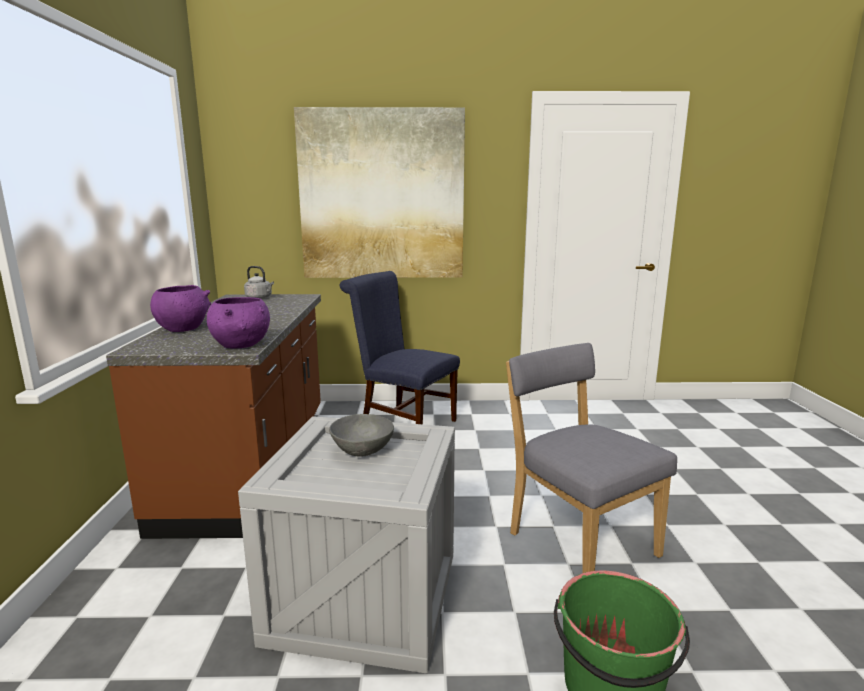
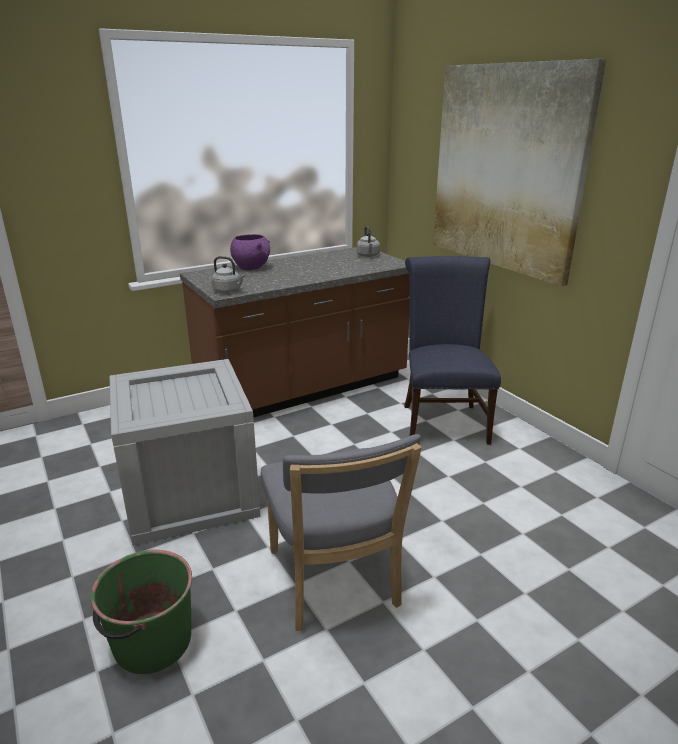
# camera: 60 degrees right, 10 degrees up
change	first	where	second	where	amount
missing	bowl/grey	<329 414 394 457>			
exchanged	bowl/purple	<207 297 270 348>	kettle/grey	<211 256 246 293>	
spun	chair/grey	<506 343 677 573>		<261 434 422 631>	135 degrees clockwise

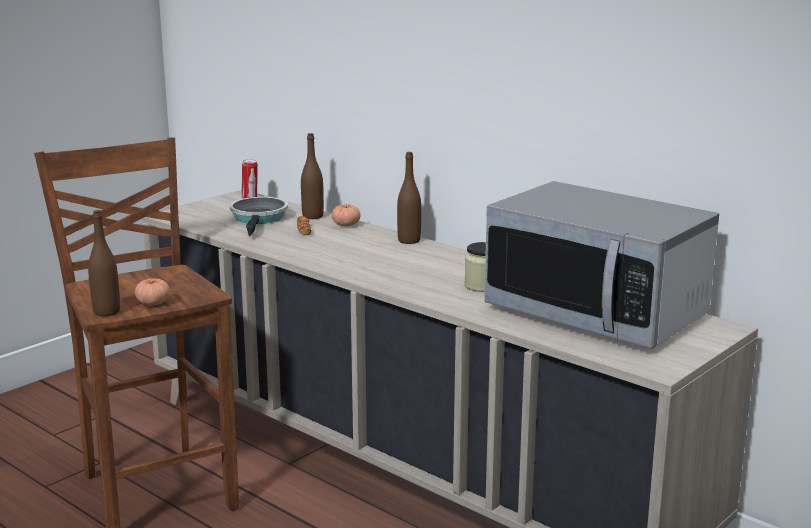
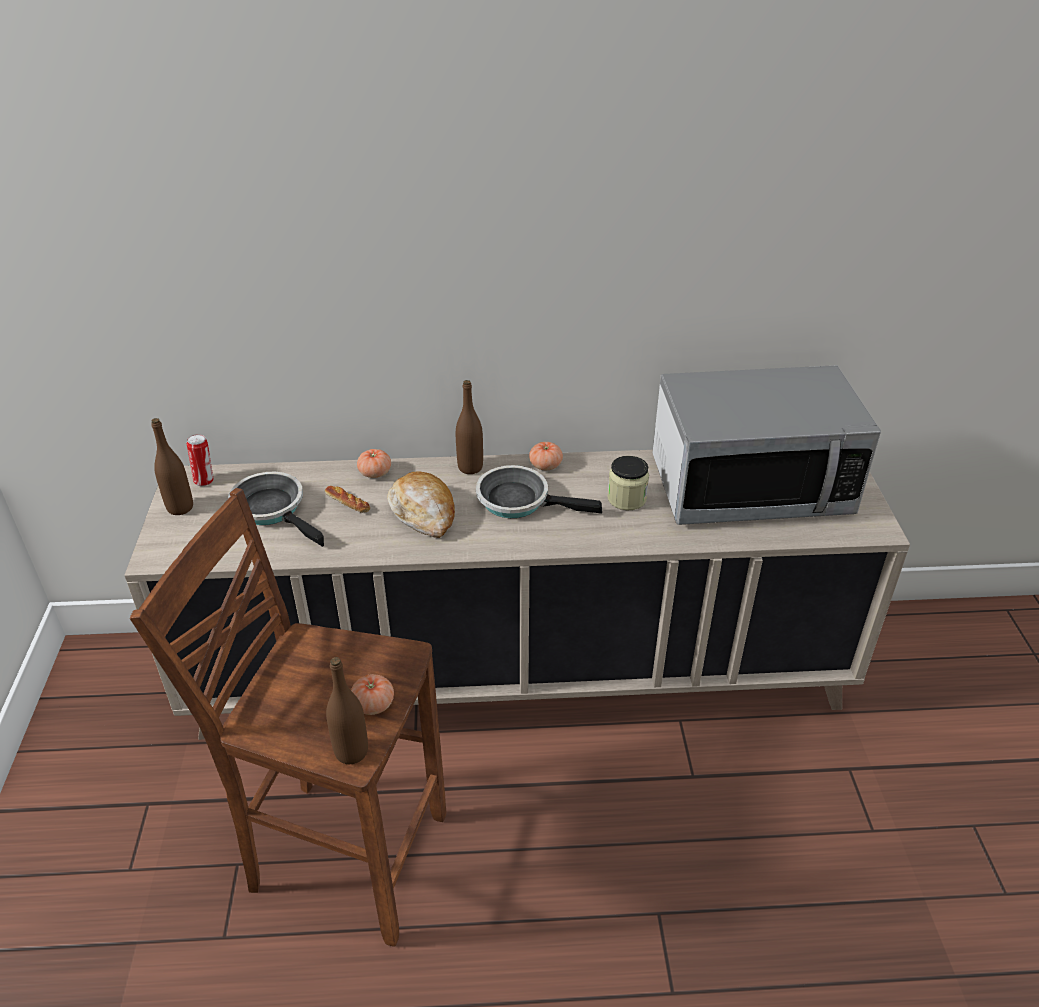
# camera: 45 degrees left, 20 degrees up
change	first	where	second	where	amount
appeared			bread	<387 472 455 538>	
appeared			frying pan	<476 465 602 518>	
appeared			tomato	<529 442 563 470>	
relocated	bottle/brown	<301 133 324 219>		<151 418 193 515>	

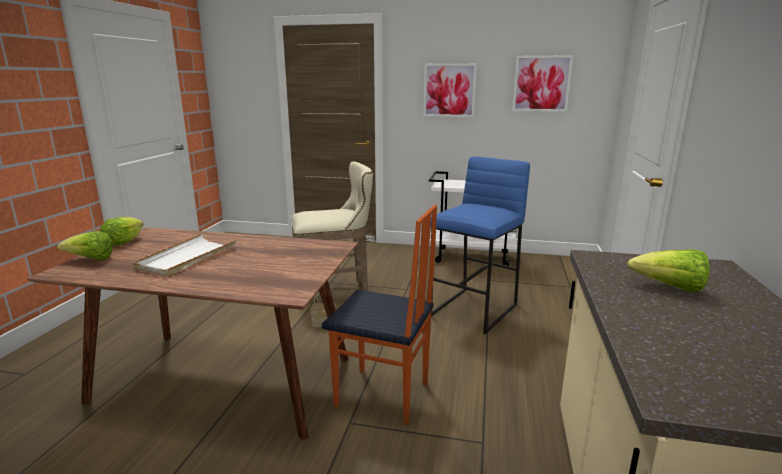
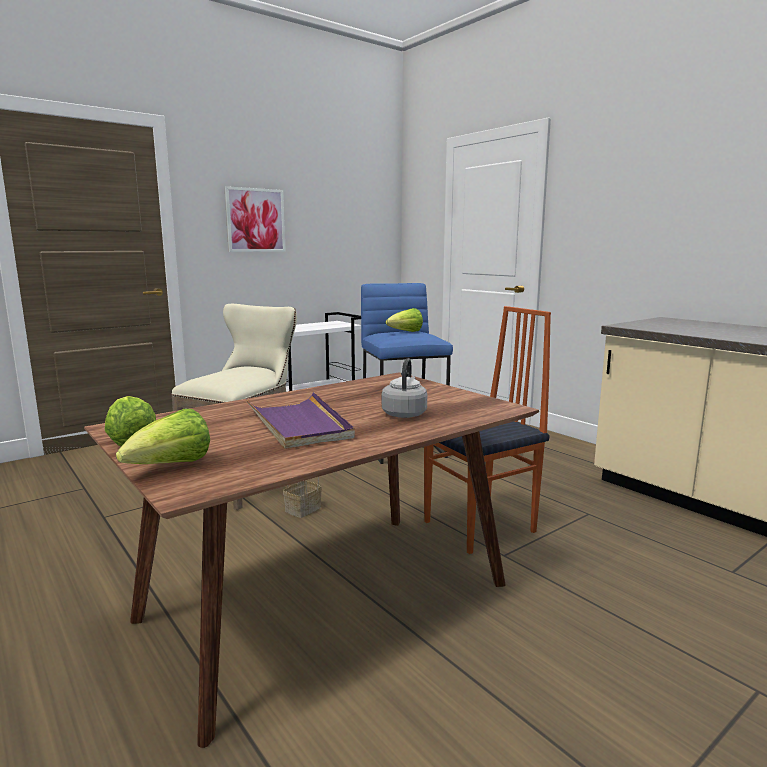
# camera: 50 degrees left, 5 degrees down
change	first	where	second	where	amount
missing	picture	<512 55 573 112>			
appeared			kettle/grey	<382 358 427 418>	
relocated	lettuce	<627 249 710 293>		<386 308 423 332>	
colour	tray/white	<132 234 237 276>	tray/purple	<246 392 355 449>	

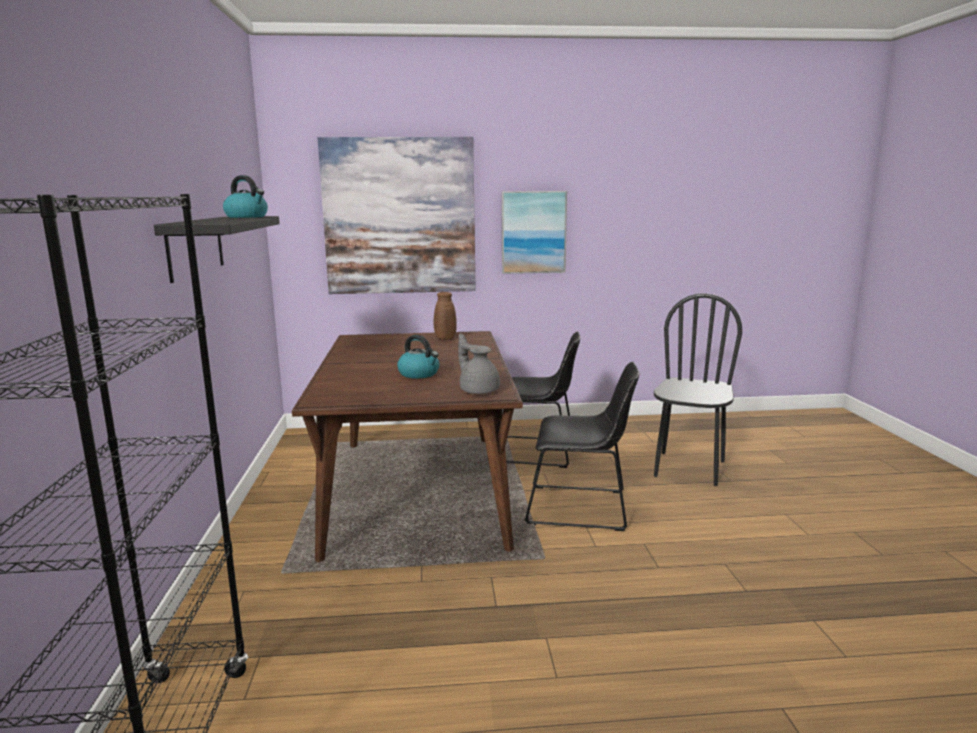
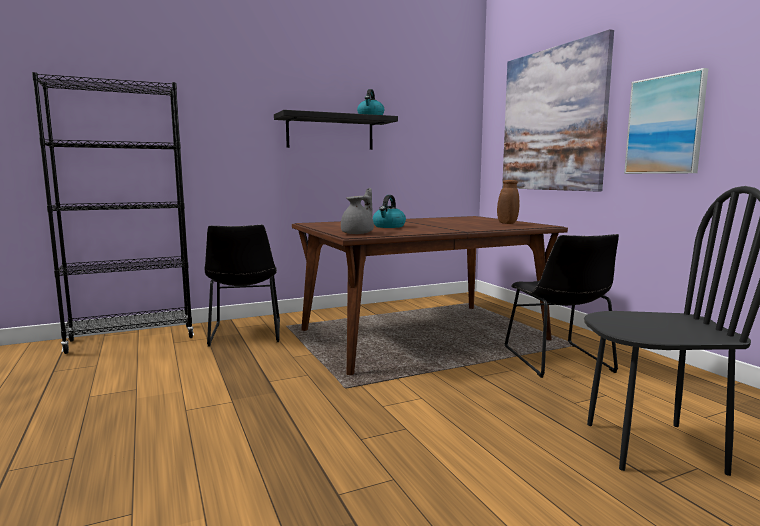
# camera: 70 degrees right, 5 degrees down
change	first	where	second	where	amount
relocated	chair/black	<525 362 639 531>		<205 225 280 347>	

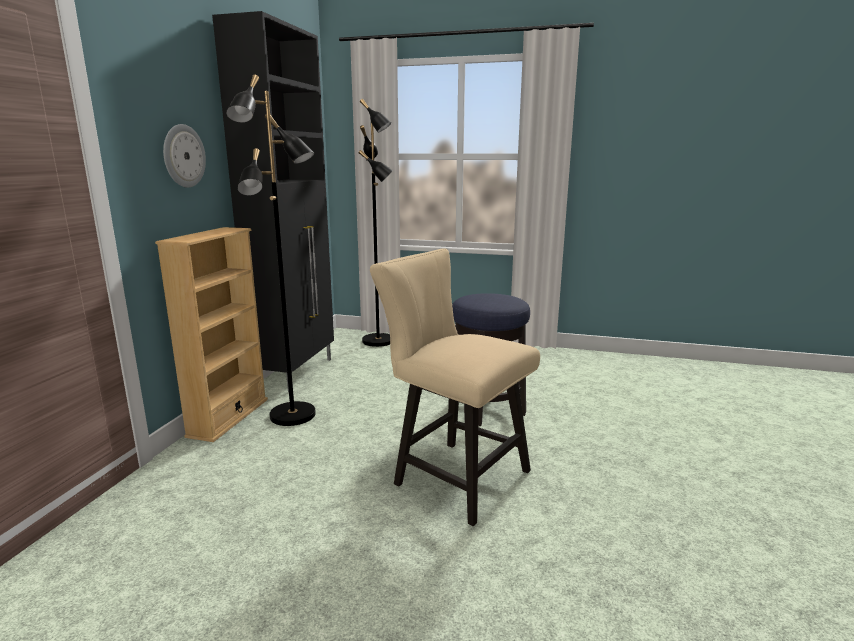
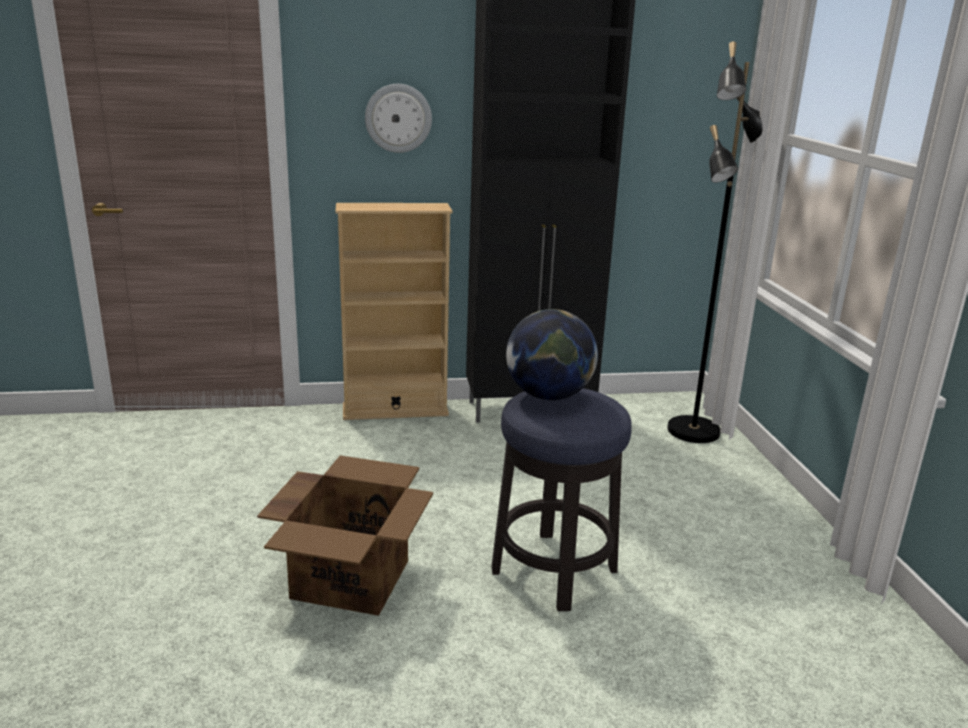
# camera: 65 degrees right, 5 degrees up
change	first	where	second	where	amount
missing	floor lamp/black	<226 74 316 426>			
appeared			globe	<506 309 598 400>	
exchanged	chair/beige	<370 248 540 526>	cardboard box	<257 455 433 616>	

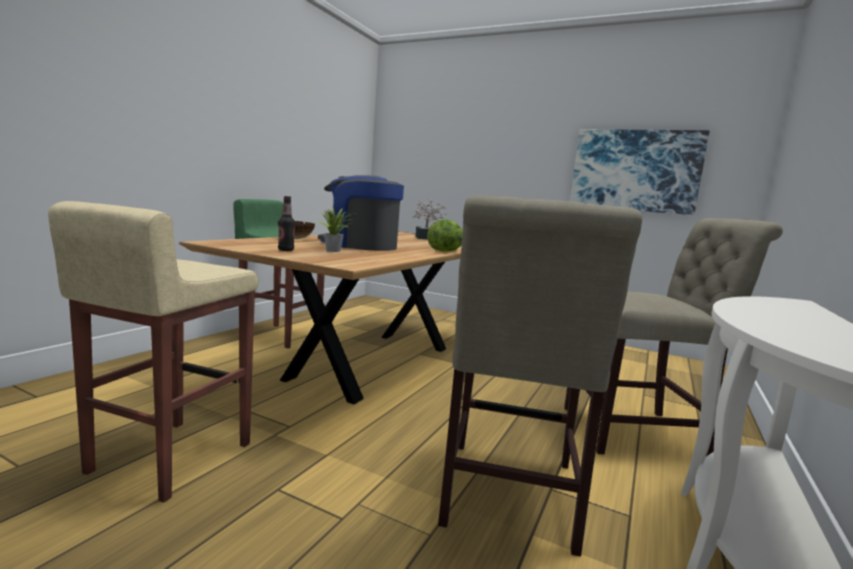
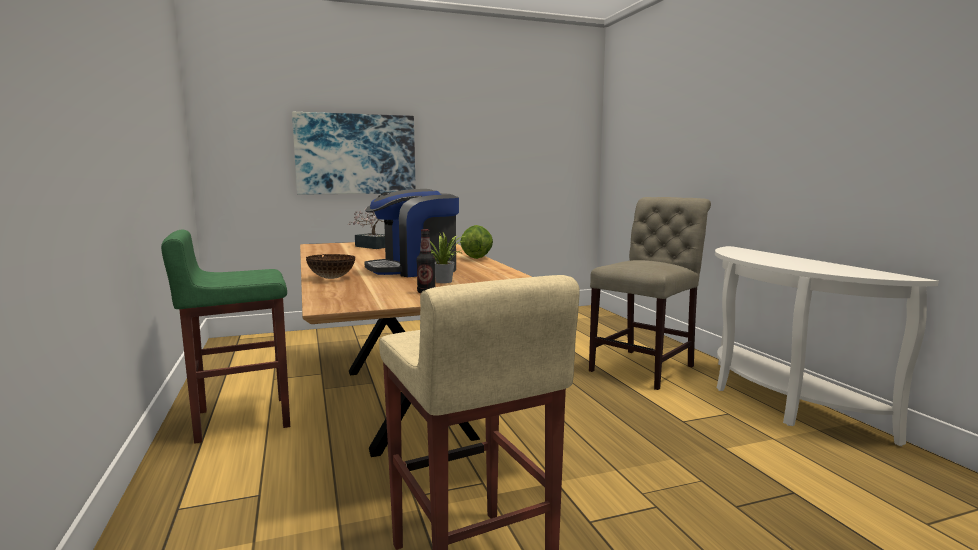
# camera: 45 degrees left, 0 degrees up
change	first	where	second	where	amount
missing	chair/beige	<438 196 642 557>			
relocated	picture	<570 129 710 215>		<292 112 416 194>	

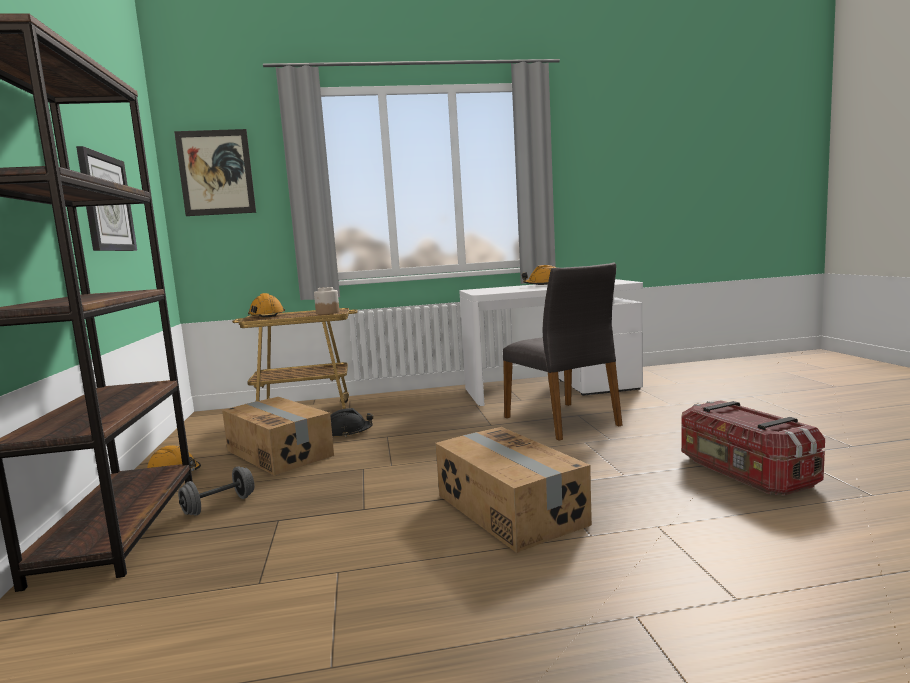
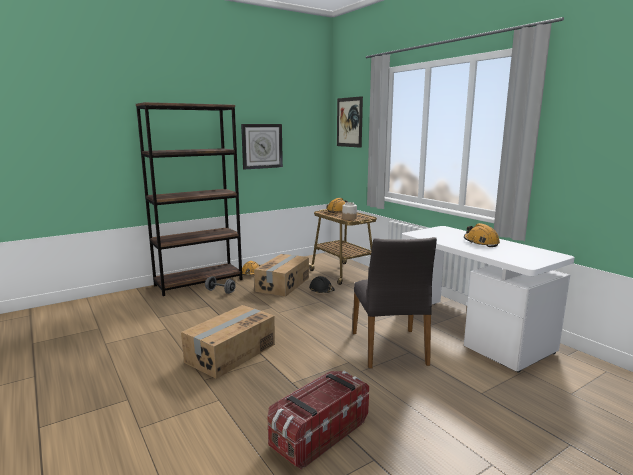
# camera: 65 degrees right, 5 degrees up
change	first	where	second	where	amount
spun	chair/grey	<503 263 623 441>		<353 237 437 368>	45 degrees counterclockwise

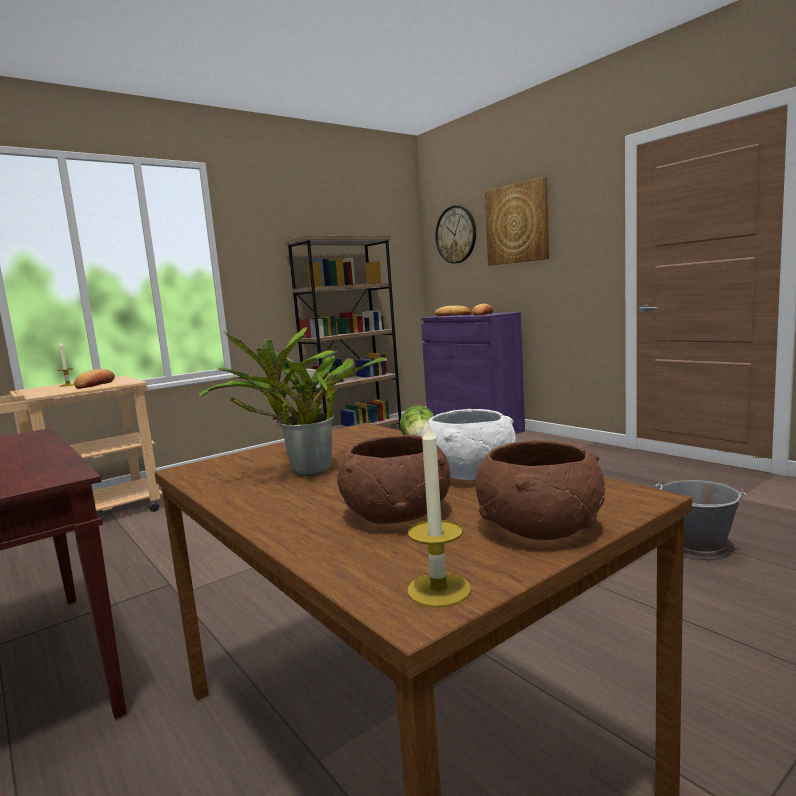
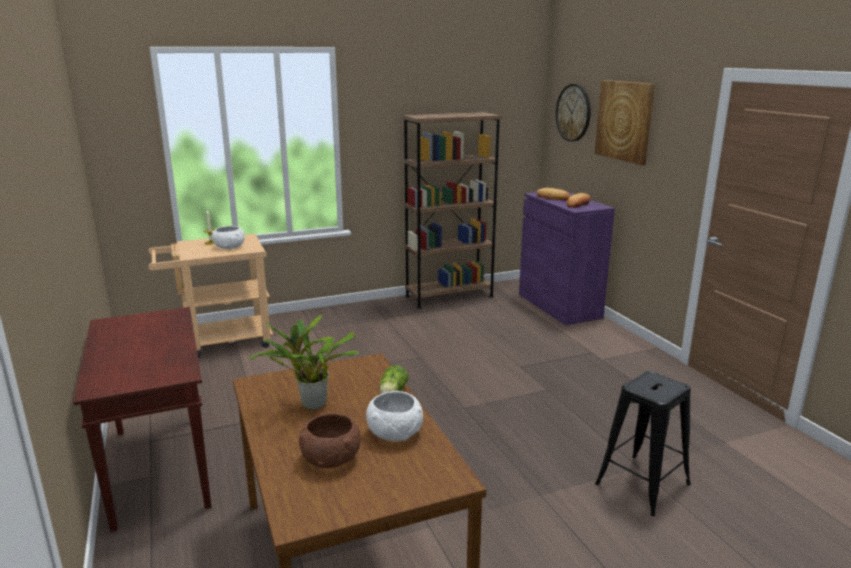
# camera: 15 degrees right, 10 degrees up
change	first	where	second	where	amount
missing	candle	<407 422 471 608>			
missing	bowl/brown	<475 440 605 540>			
exchanged	bread	<74 369 115 389>	bowl/white	<212 226 245 249>	
exchanged	bucket/grey	<655 480 747 560>	stool/black	<595 371 691 516>	

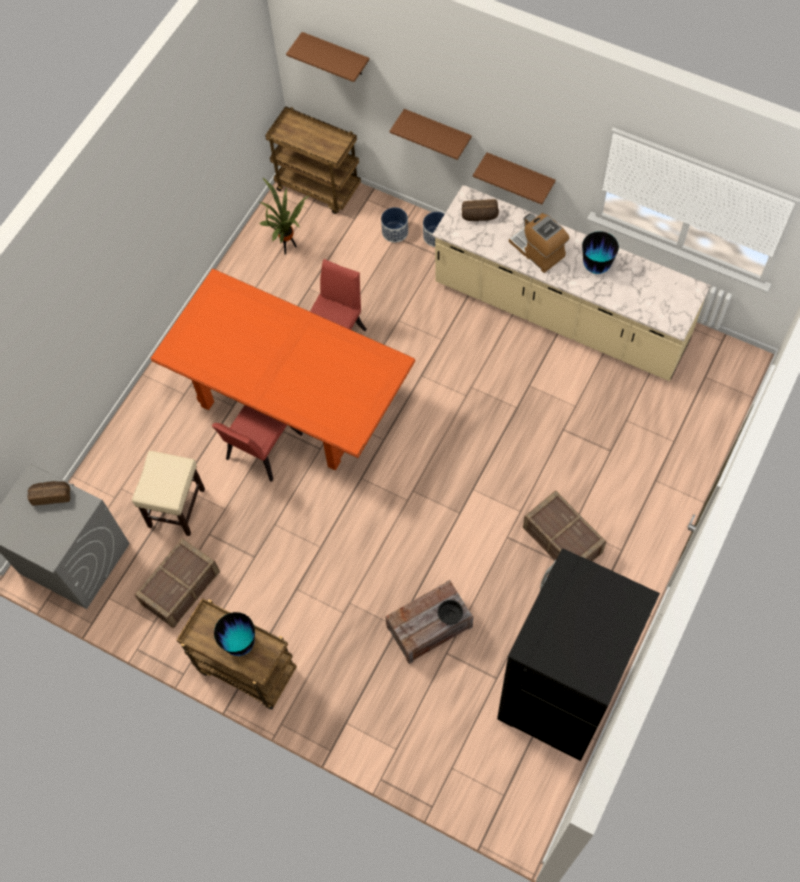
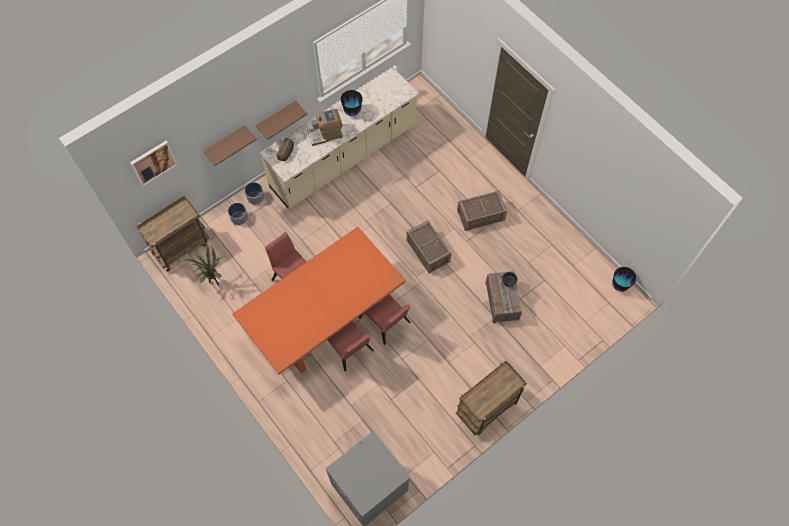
# camera: 70 degrees left, 0 degrees up
change	first	where	second	where	amount
missing	bread	<28 481 70 506>			
missing	stool/beige	<132 451 205 536>			
missing	fridge/black	<497 549 660 761>			
appeared			chair/red	<359 295 411 345>	
relocated	crate	<135 538 220 629>		<406 220 451 273>	
relocated	vase	<214 612 255 656>		<612 267 636 292>	
exchanged	shelf/brown	<286 32 370 82>	picture	<130 141 178 186>	

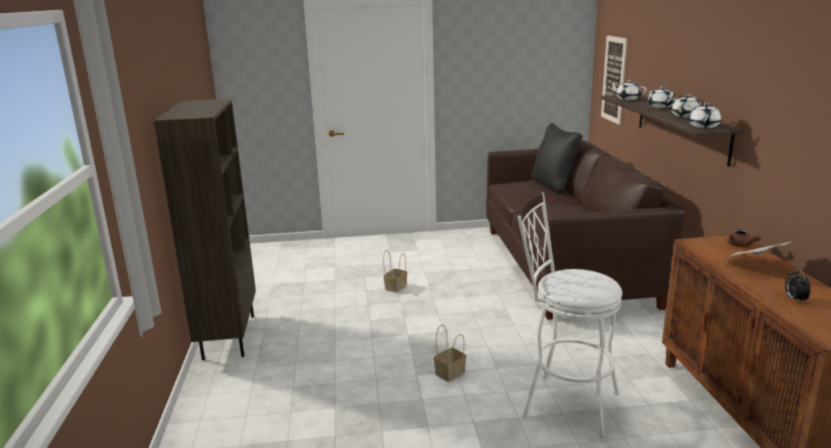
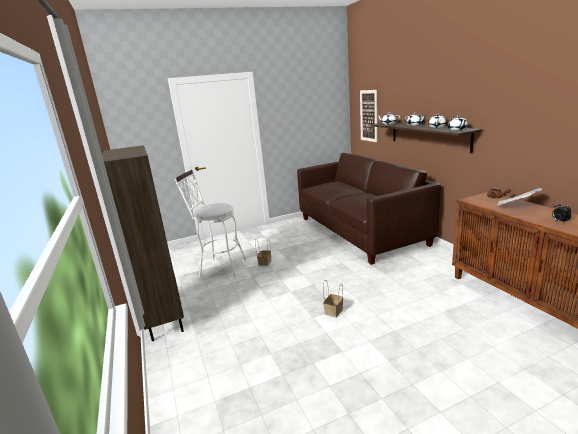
# camera: 15 degrees left, 0 degrees up
change	first	where	second	where	amount
missing	pillow/black	<531 123 583 194>			
relocated	stool/white	<518 193 622 438>		<175 169 246 278>	

